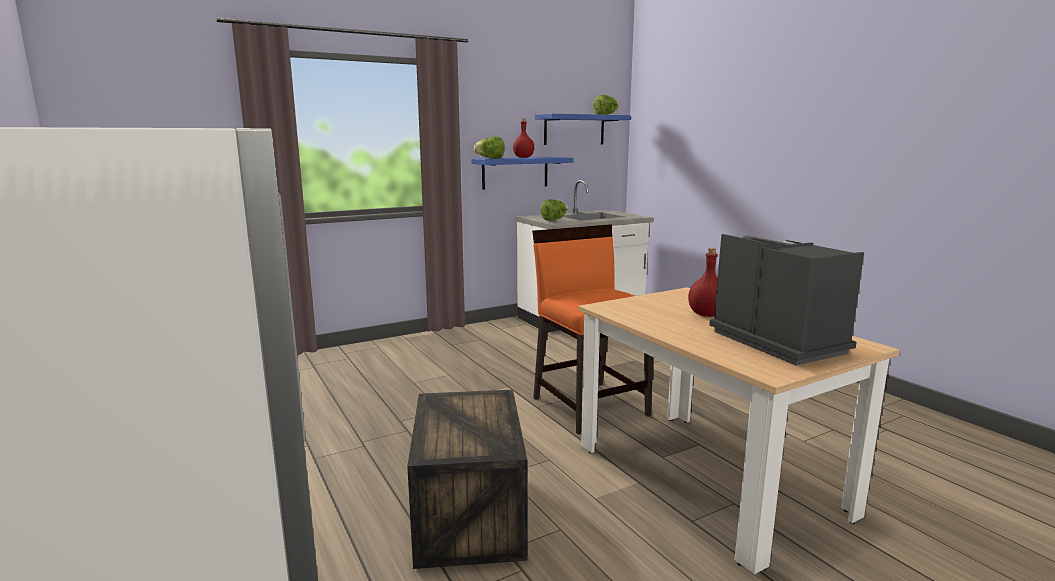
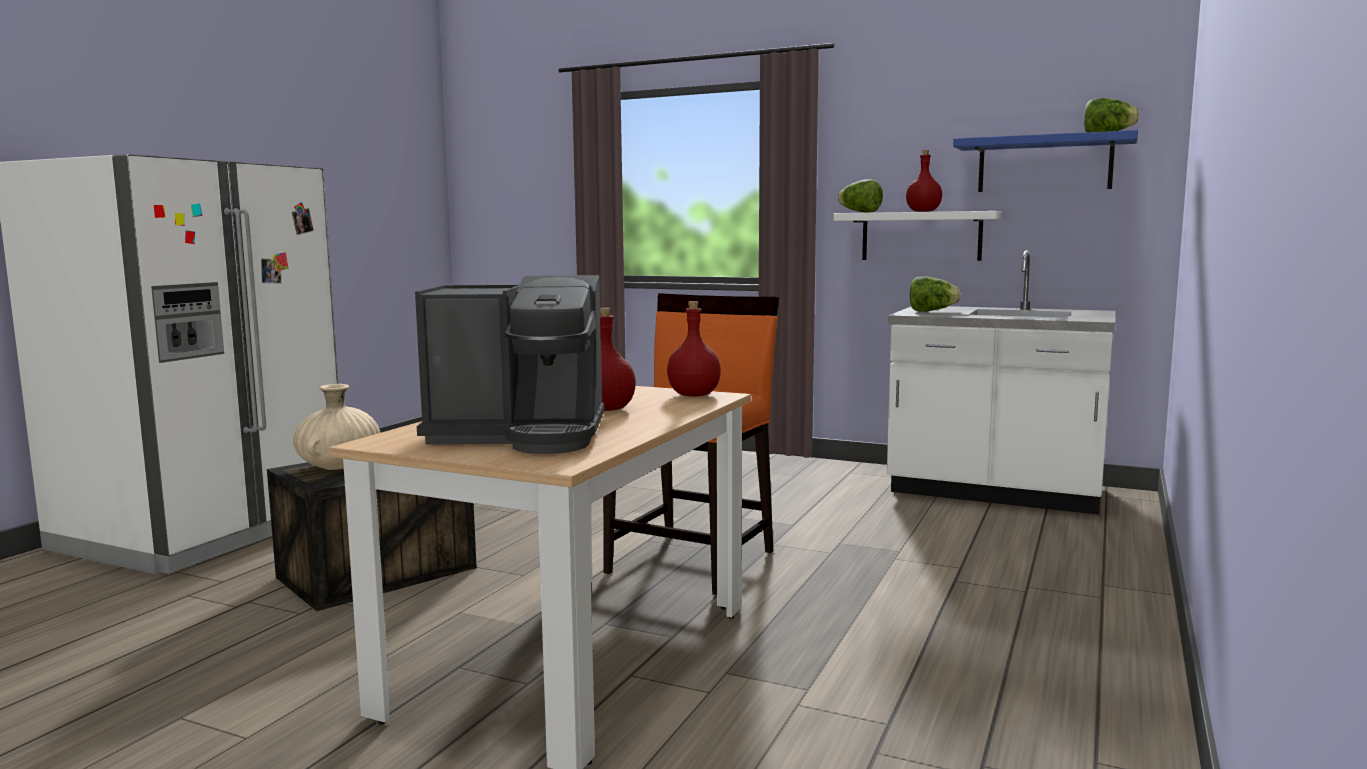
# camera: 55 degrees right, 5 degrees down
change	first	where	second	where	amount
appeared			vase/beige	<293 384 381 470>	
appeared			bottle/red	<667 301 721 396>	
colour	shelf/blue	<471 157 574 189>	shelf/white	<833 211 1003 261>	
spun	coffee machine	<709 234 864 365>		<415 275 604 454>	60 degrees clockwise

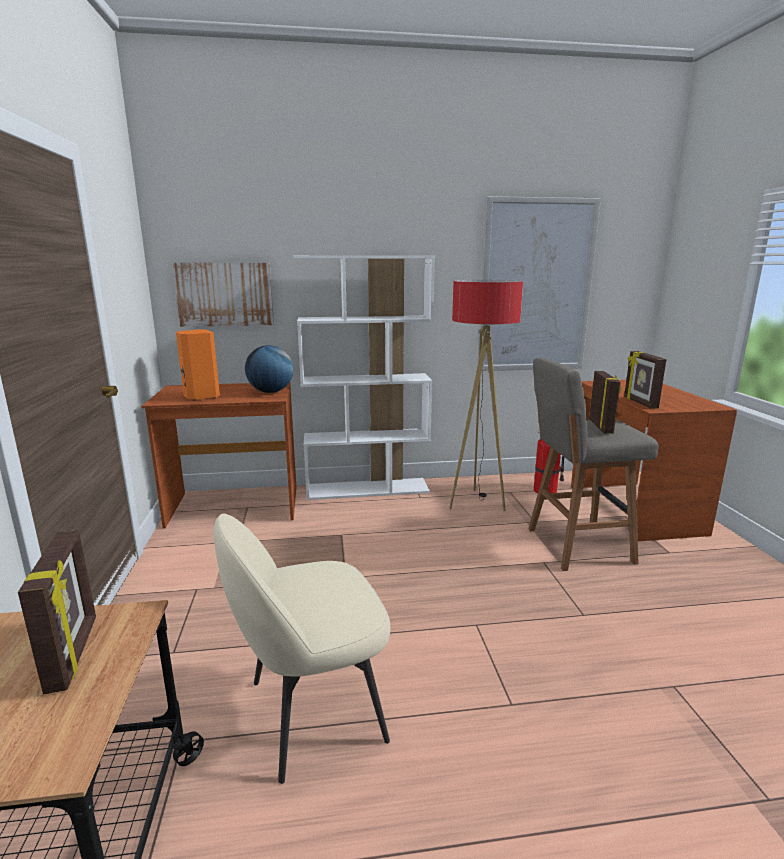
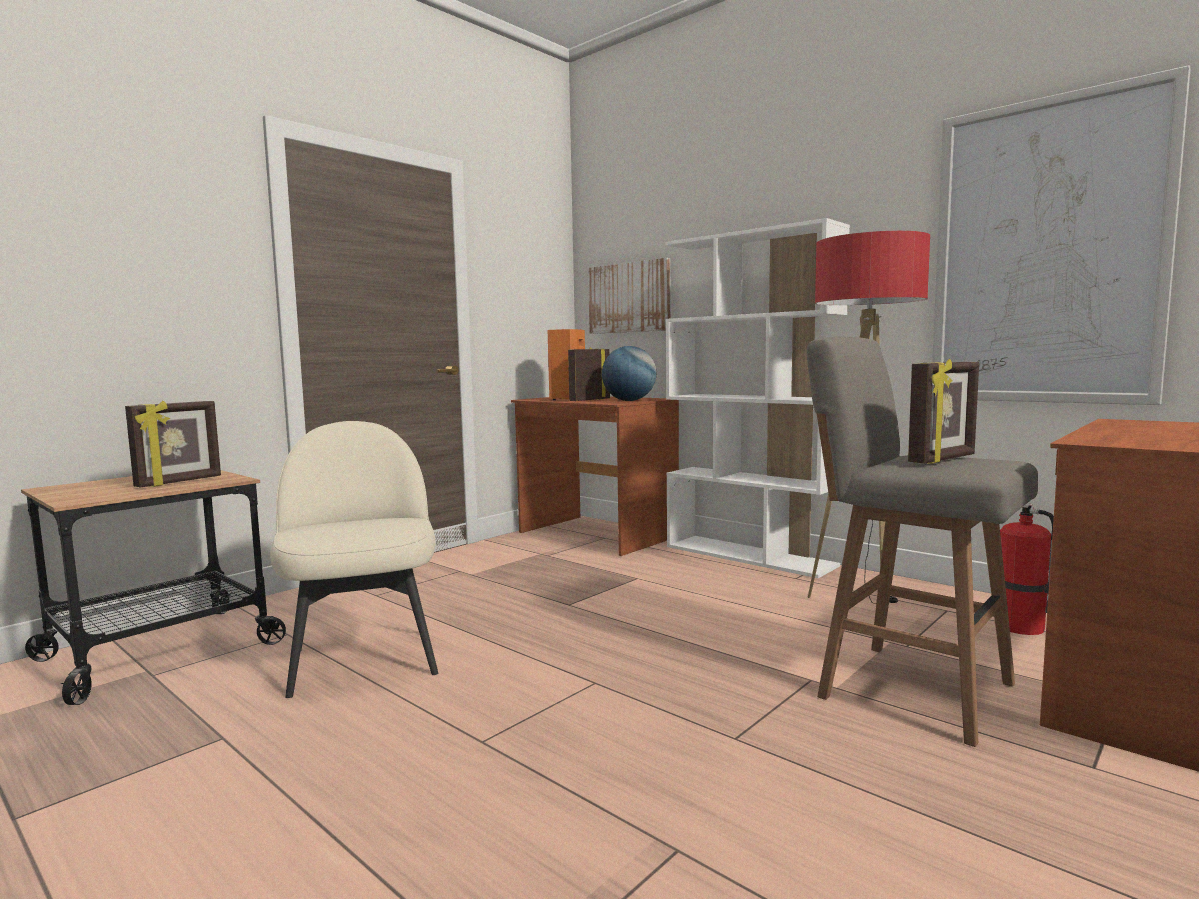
# camera: 50 degrees right, 10 degrees down
change	first	where	second	where	amount
relocated	picture frame	<624 351 666 408>		<568 347 610 401>	
spun	chair/beige	<214 514 390 784>		<270 421 438 698>	45 degrees clockwise

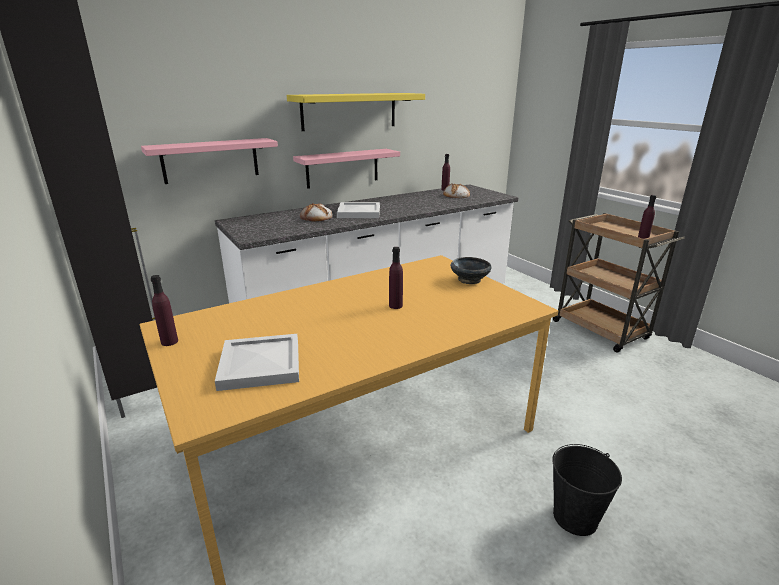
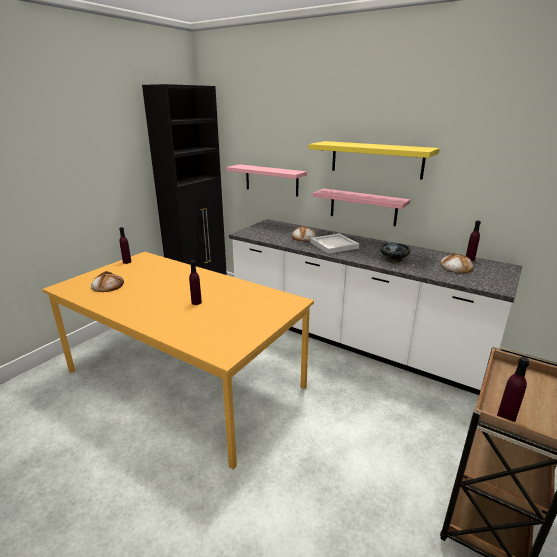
# camera: 65 degrees right, 0 degrees up
change	first	where	second	where	amount
missing	bucket/black	<552 444 622 536>			
relocated	bowl/black	<450 257 492 284>		<380 243 410 262>	
exchanged	tray/white	<215 334 299 391>	bread	<91 271 124 292>	

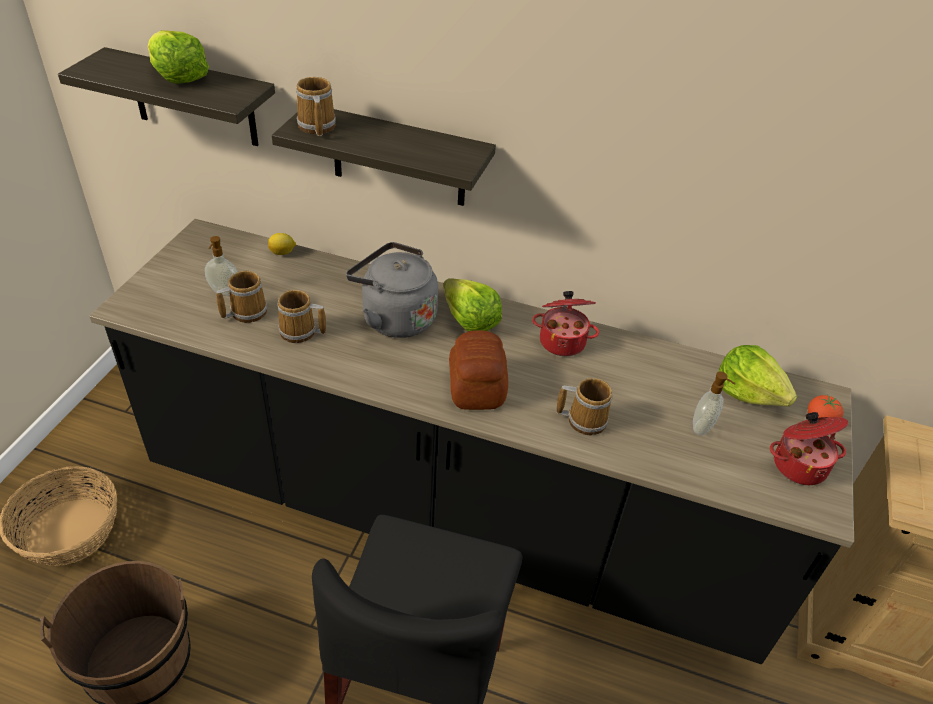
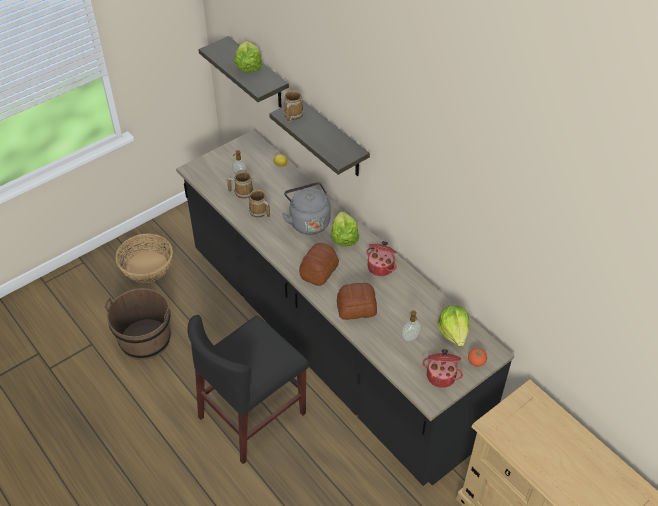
# camera: 35 degrees right, 5 degrees up
change	first	where	second	where	amount
exchanged	mug	<557 378 613 435>	bread	<337 283 377 320>	

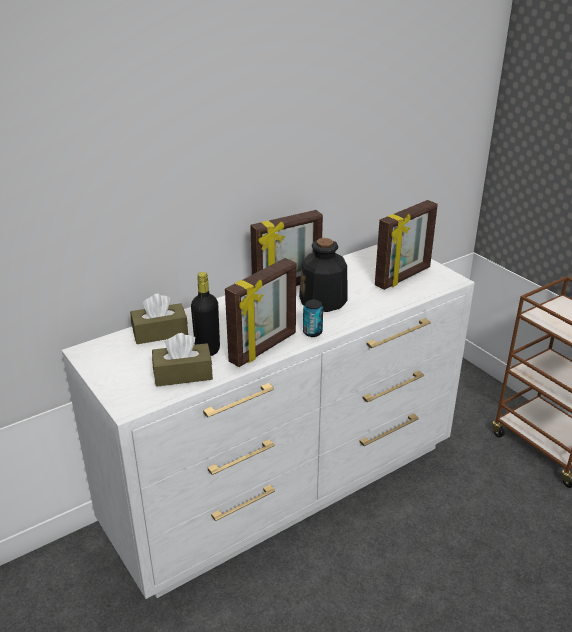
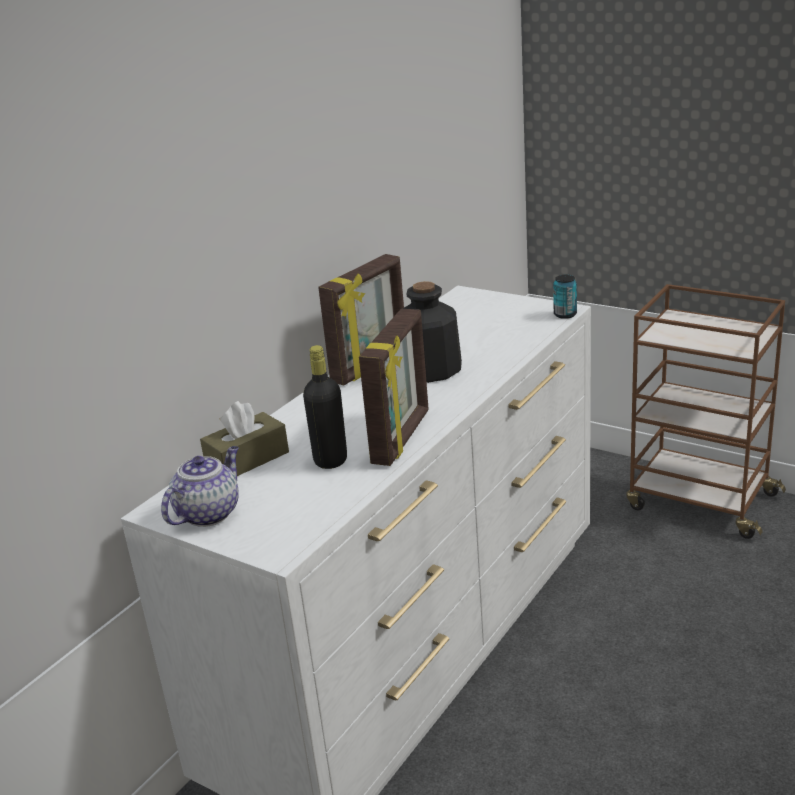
# camera: 20 degrees left, 5 degrees down
change	first	where	second	where	amount
missing	tissue box/brown	<152 333 213 387>			
missing	picture frame	<375 200 438 290>			
appeared			teapot	<161 446 239 527>	
relocated	can	<303 300 323 337>		<553 275 577 319>	

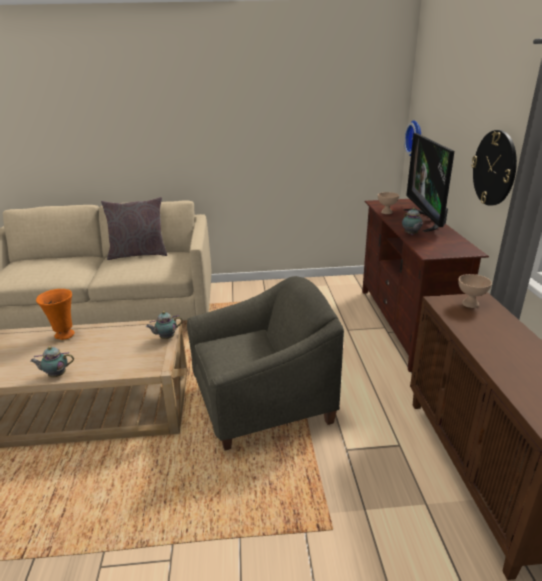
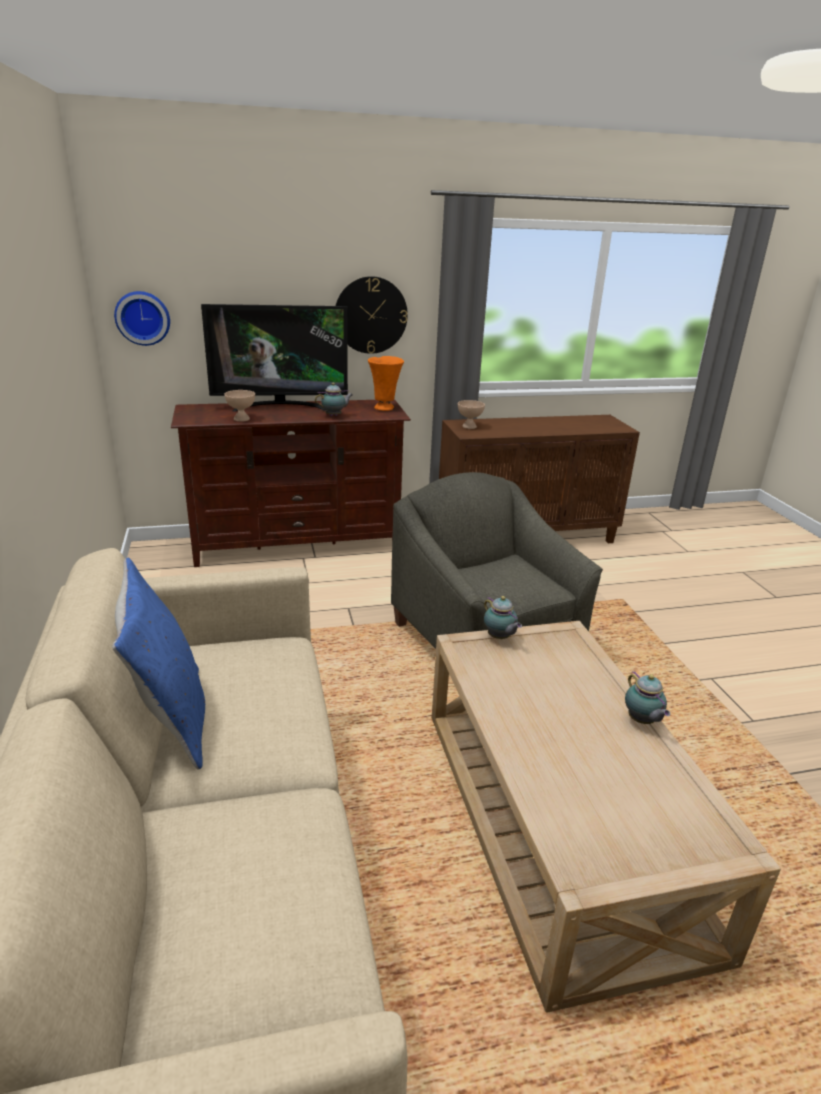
# camera: 100 degrees left, 0 degrees up
change	first	where	second	where	amount
relocated	vase/orange	<36 289 74 340>		<368 356 404 411>	
colour	pillow/grey	<101 197 167 260>	pillow/blue	<112 558 205 770>	

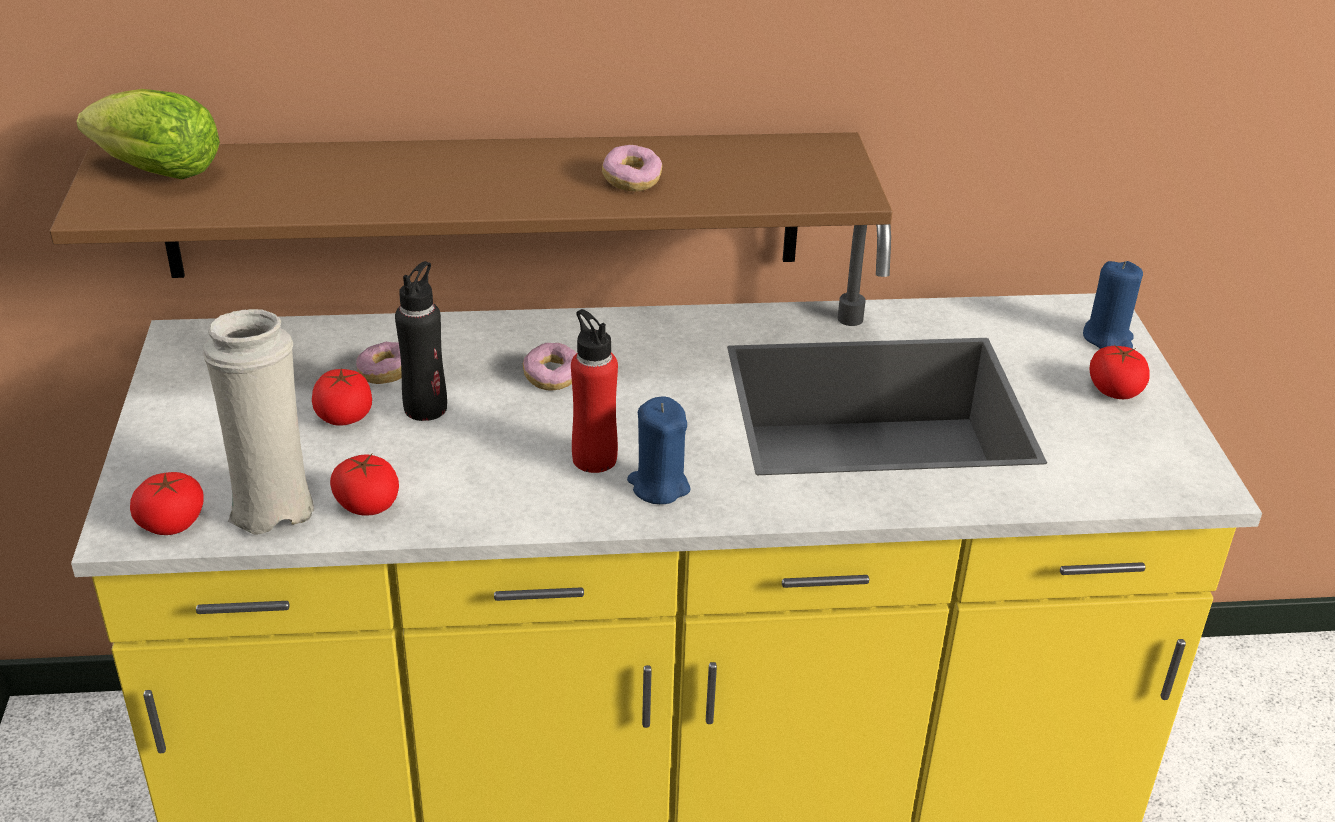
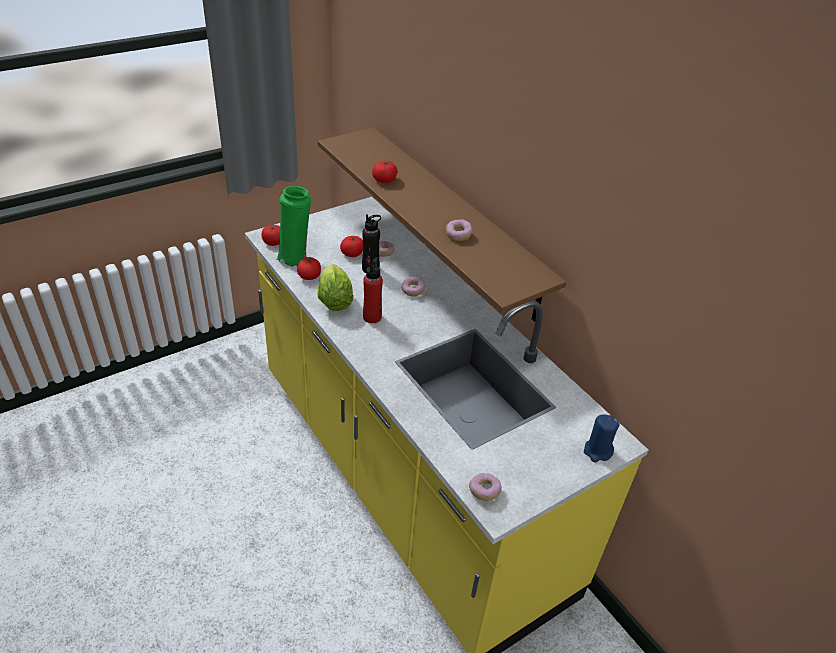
# camera: 60 degrees right, 5 degrees up
change	first	where	second	where	amount
missing	candle/blue	<627 397 690 504>			
appeared			donut	<469 473 502 501>	
relocated	lettuce	<76 89 220 179>		<317 264 353 311>	
relocated	tomato	<1090 345 1150 399>		<372 161 397 183>	
colour	vase/white	<203 309 314 535>	vase/green	<276 186 311 267>	

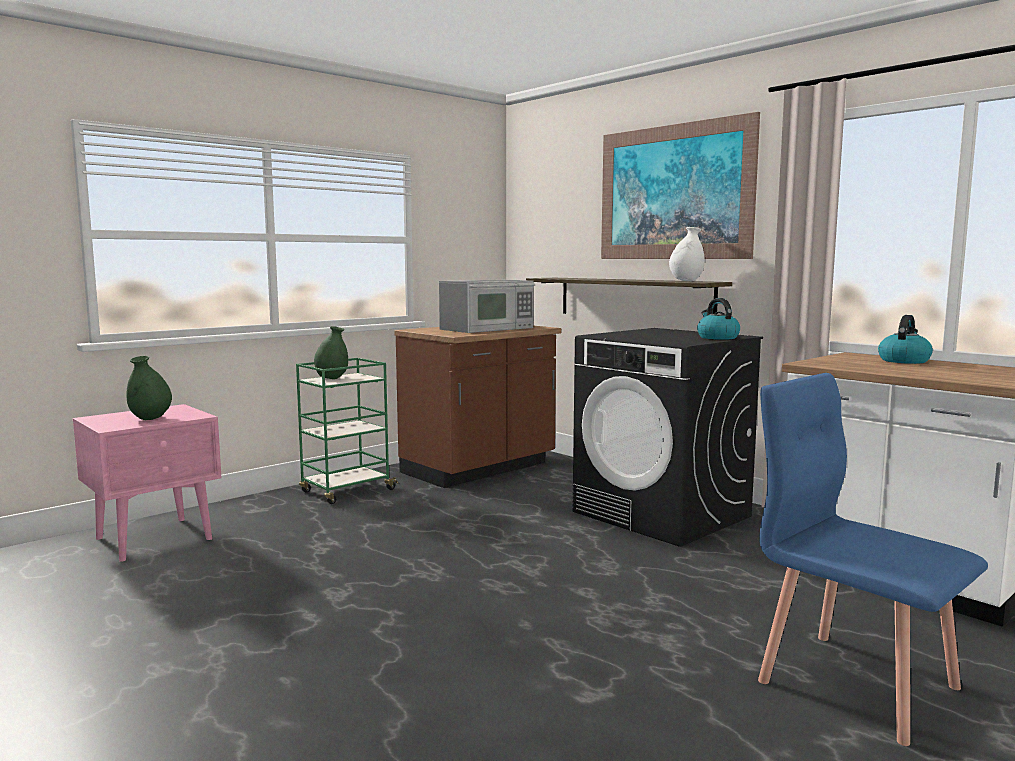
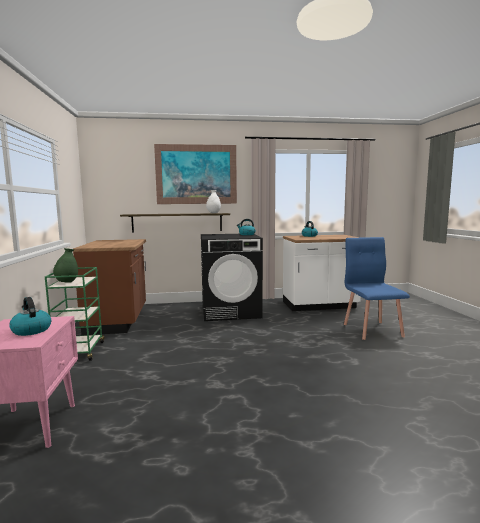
# camera: 55 degrees left, 0 degrees up
change	first	where	second	where	amount
missing	microwave	<439 280 536 333>			
exchanged	vase/green	<126 356 172 420>	kettle	<9 297 51 336>	
spun	chair/blue	<758 373 988 746>		<344 237 410 340>	90 degrees clockwise

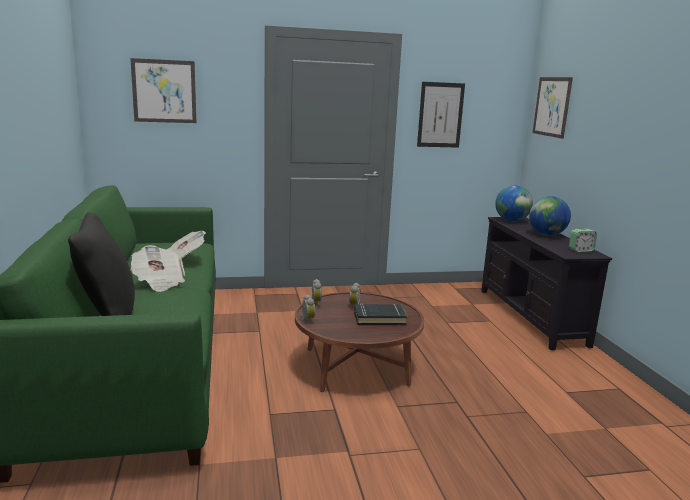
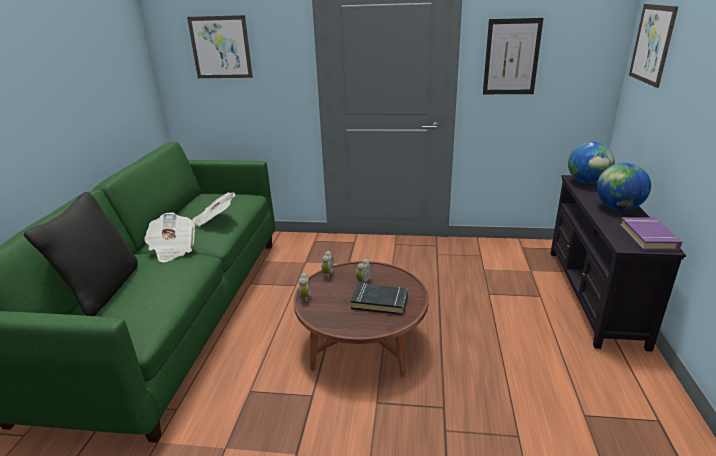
# camera: 20 degrees right, 10 degrees up
change	first	where	second	where	amount
exchanged	alarm clock	<569 229 597 252>	book/purple	<620 217 682 251>	

